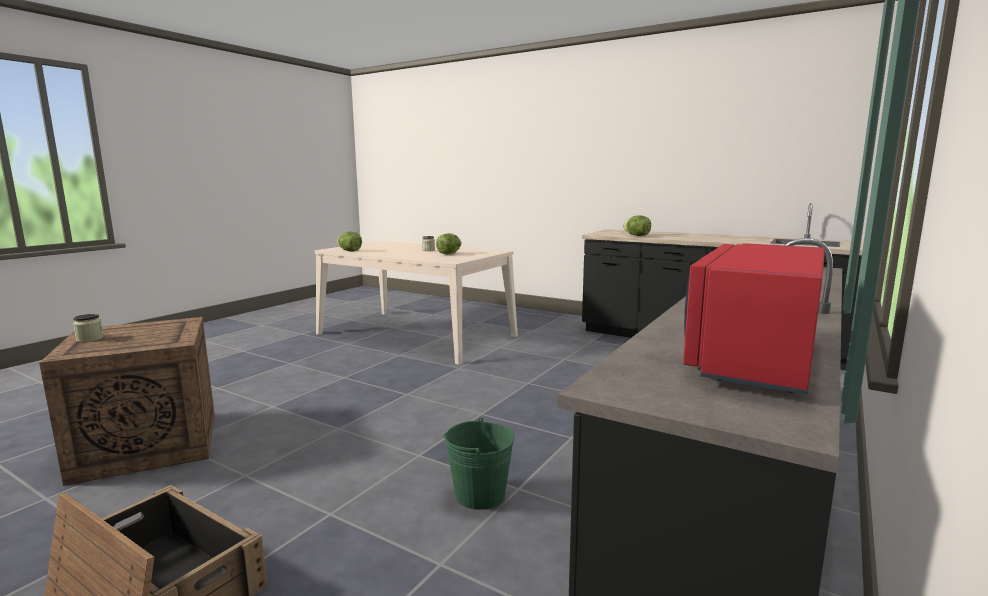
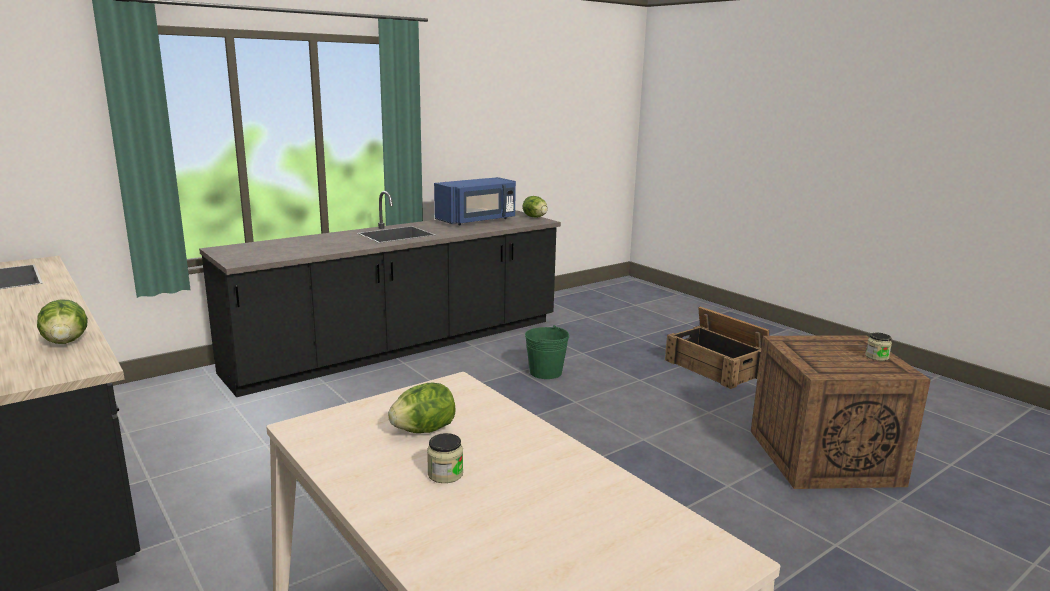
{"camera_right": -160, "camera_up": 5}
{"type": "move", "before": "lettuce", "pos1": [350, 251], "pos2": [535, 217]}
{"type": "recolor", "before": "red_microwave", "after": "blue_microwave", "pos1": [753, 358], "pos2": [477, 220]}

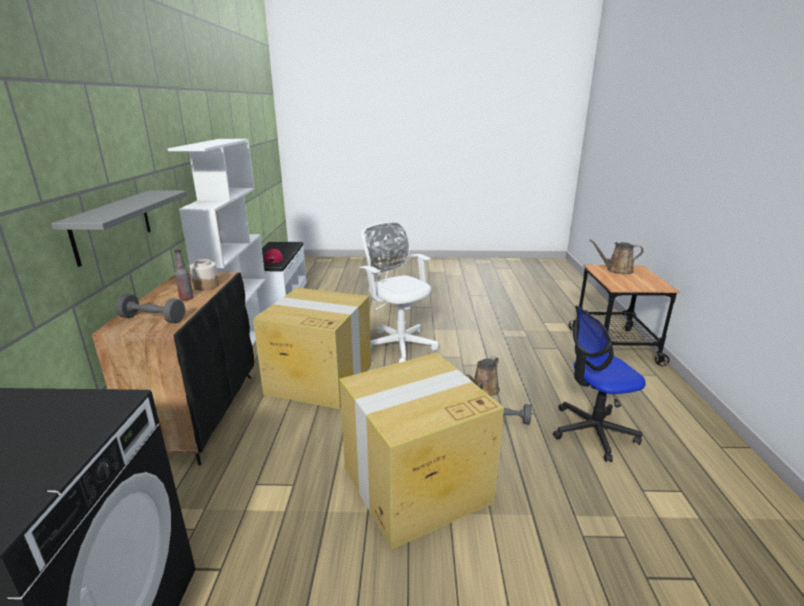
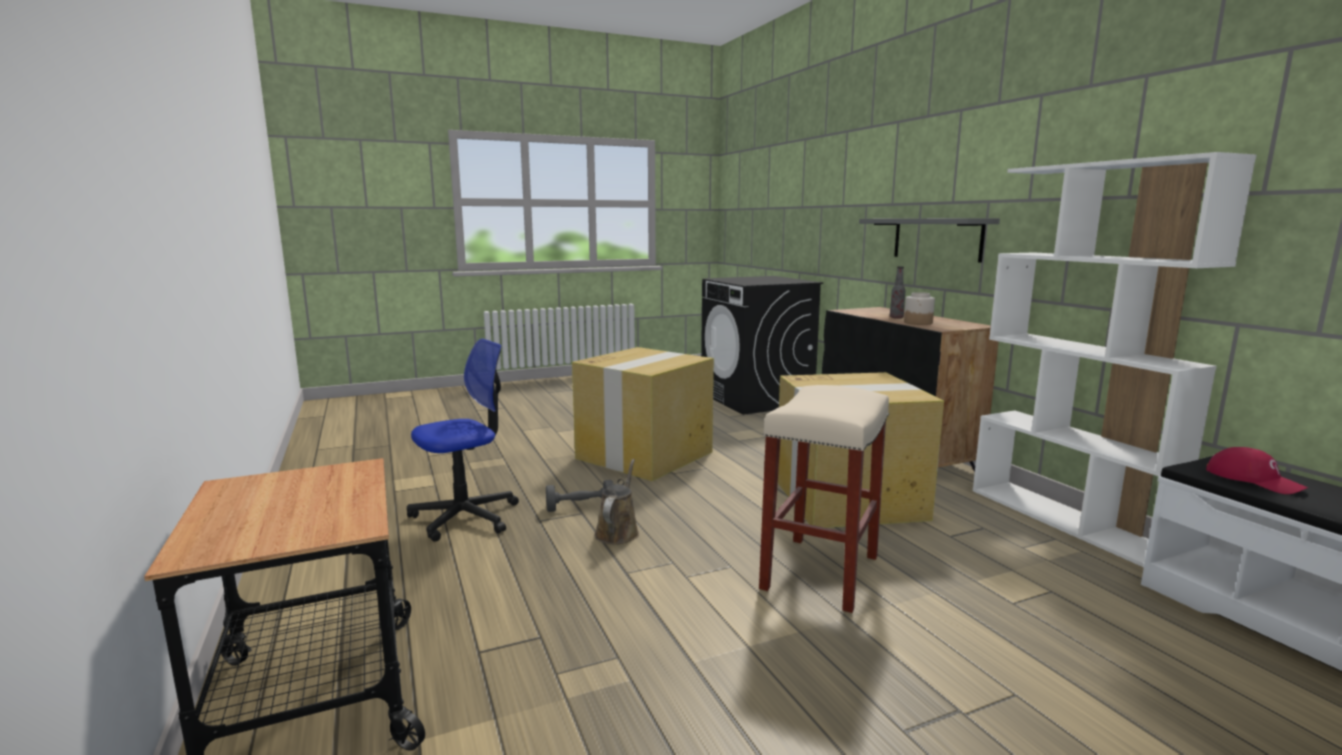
{"camera_right": 155, "camera_up": -10}
{"type": "delete", "before": "grey_dumbbell", "pos1": [153, 319]}
{"type": "delete", "before": "brown_watering_can", "pos1": [617, 270]}
{"type": "replace", "before": "white_office_chair", "after": "beige_stool", "pos1": [399, 344], "pos2": [821, 573]}

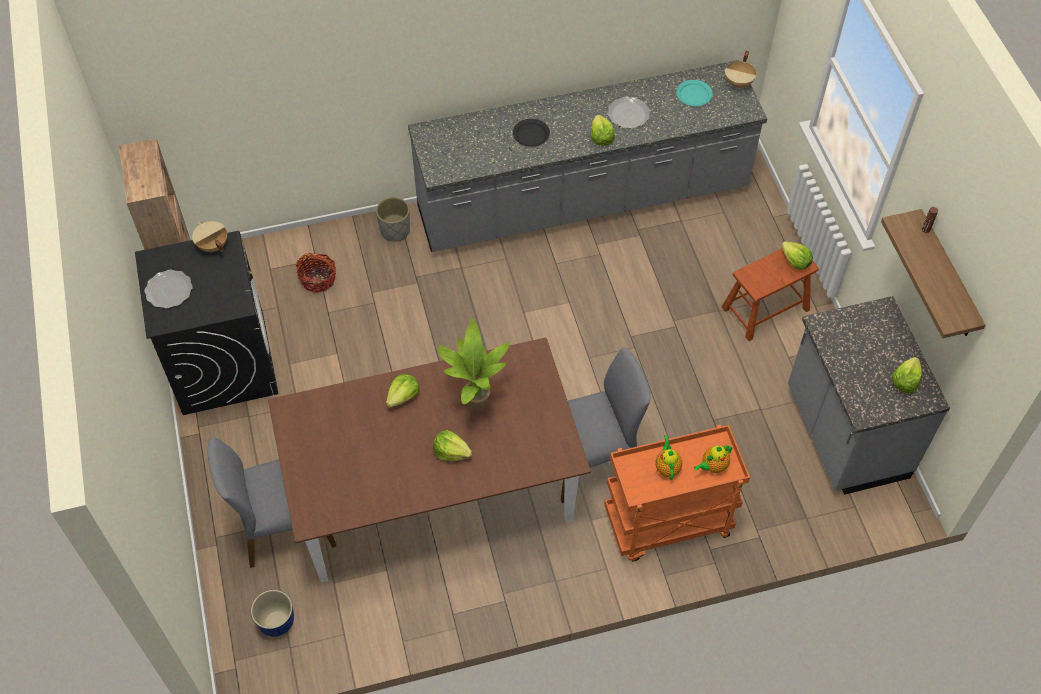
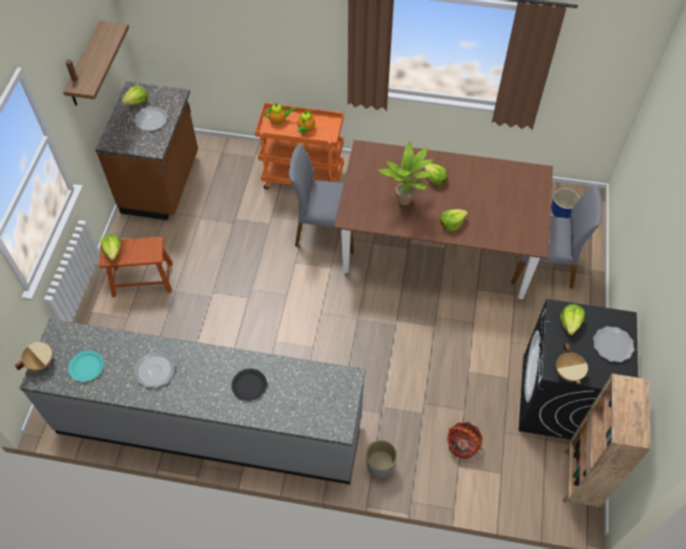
{"camera_right": -155, "camera_up": 0}
{"type": "insert", "after": "plate", "pos2": [151, 120]}
{"type": "move", "before": "lettuce", "pos1": [601, 137], "pos2": [570, 323]}
{"type": "recolor", "before": "grey_counter", "after": "brown_counter", "pos1": [844, 434], "pos2": [162, 184]}

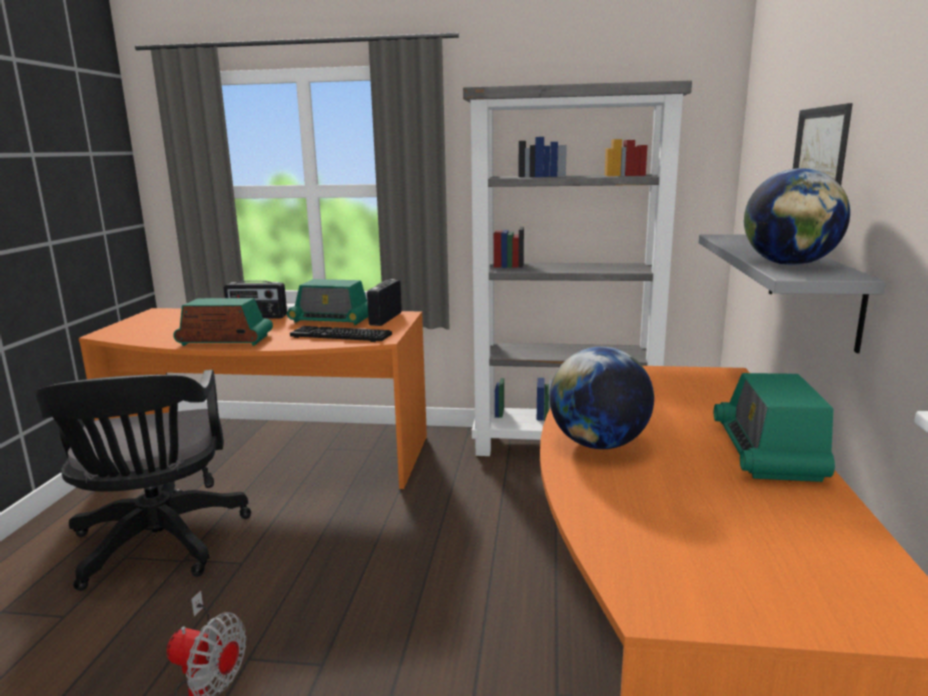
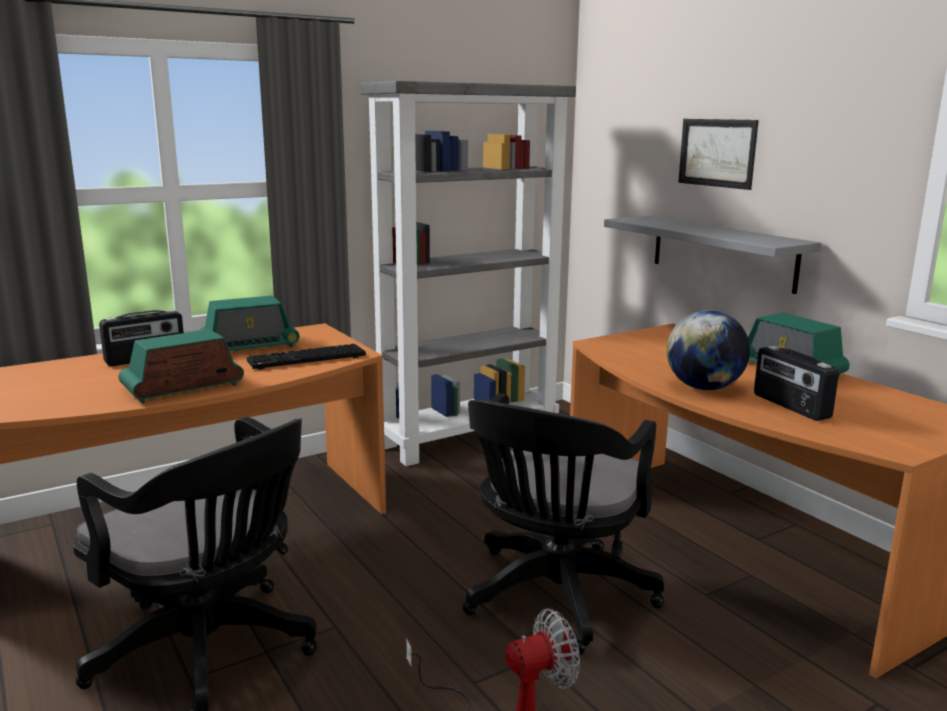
{"camera_right": -40, "camera_up": 0}
{"type": "delete", "before": "globe", "pos1": [789, 264]}
{"type": "insert", "after": "black_office_chair", "pos2": [554, 599]}
{"type": "move", "before": "radio", "pos1": [385, 319], "pos2": [790, 406]}

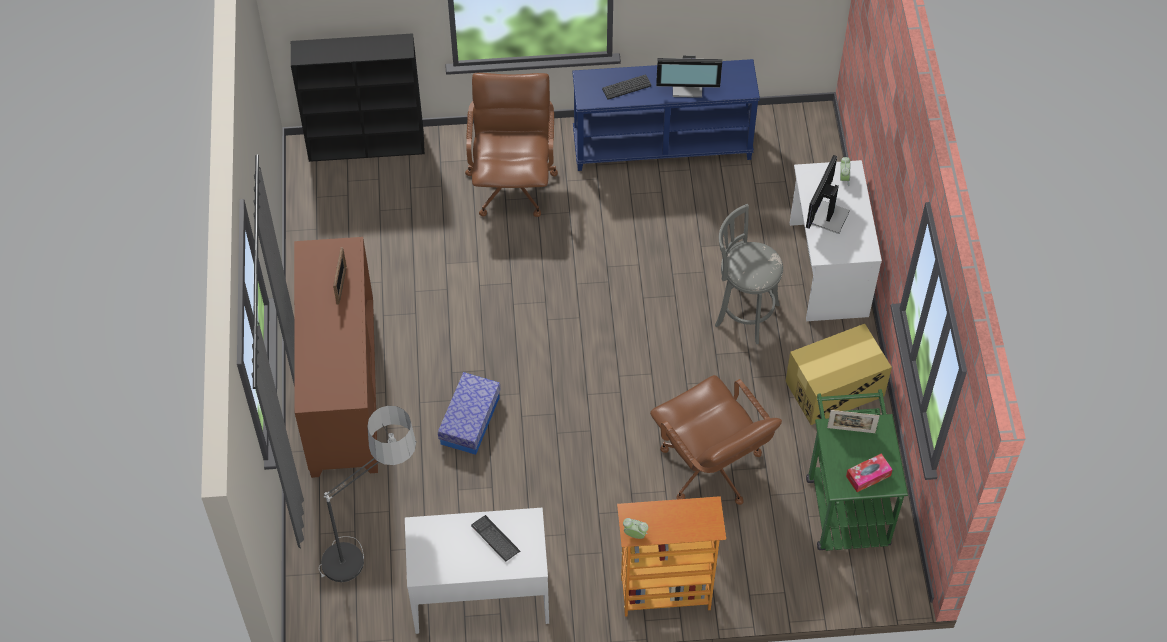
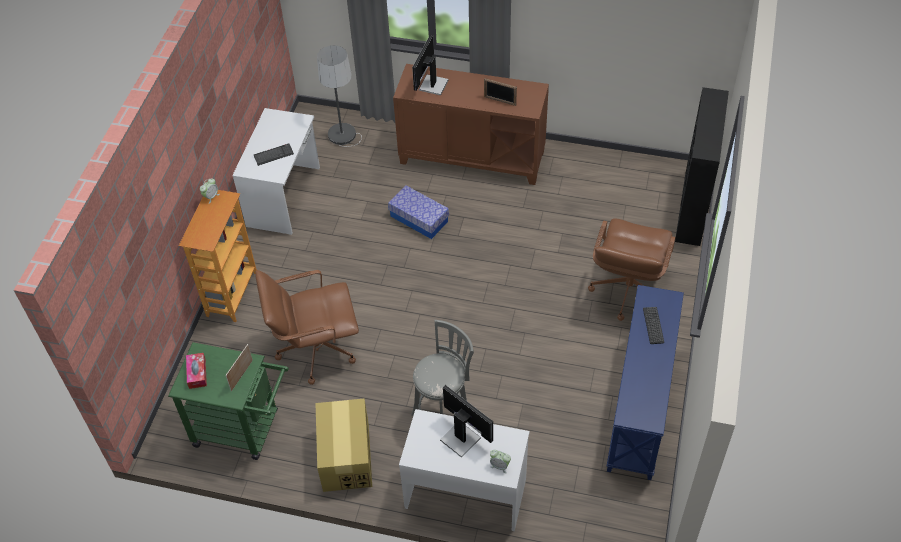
{"camera_right": 110, "camera_up": -5}
{"type": "move", "before": "monitor", "pos1": [688, 87], "pos2": [432, 85]}
{"type": "rotate", "before": "brown_office_chair", "pos1": [512, 184], "pos2": [627, 290], "turn": 90}

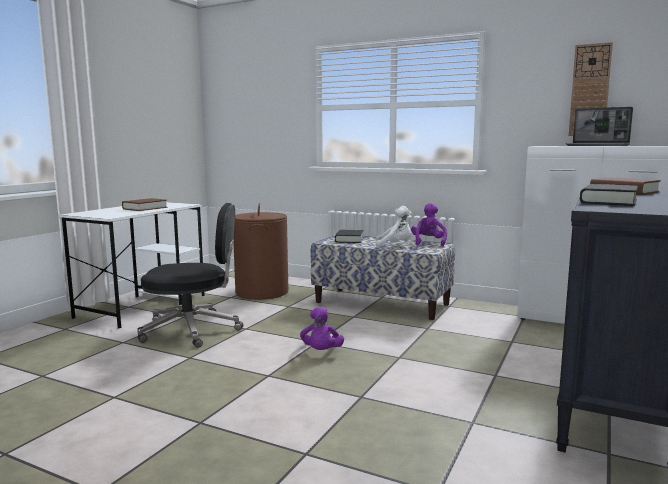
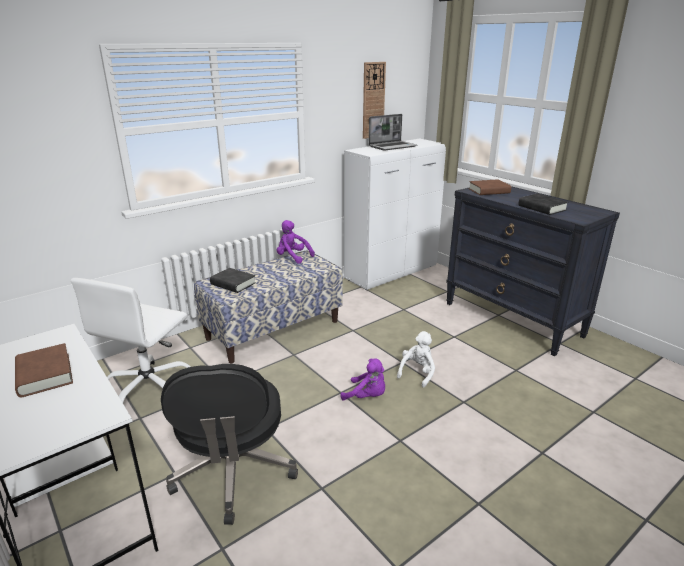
{"camera_right": -65, "camera_up": 15}
{"type": "move", "before": "white_plush_toy", "pos1": [395, 245], "pos2": [417, 373]}
{"type": "replace", "before": "brown_laundry_basket", "after": "white_office_chair", "pos1": [261, 292], "pos2": [150, 389]}
{"type": "rotate", "before": "black_office_chair", "pos1": [193, 330], "pos2": [234, 472], "turn": 150}

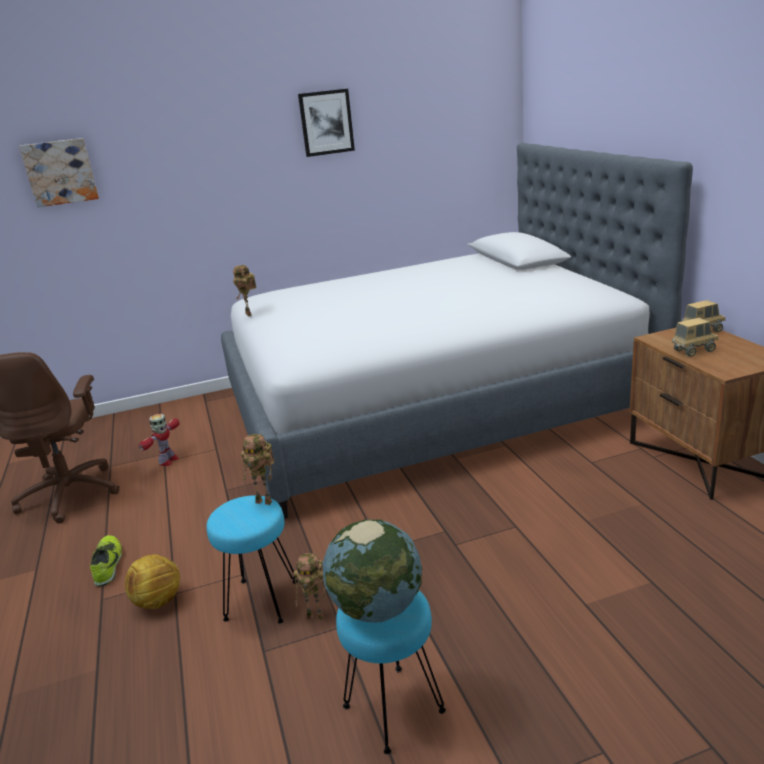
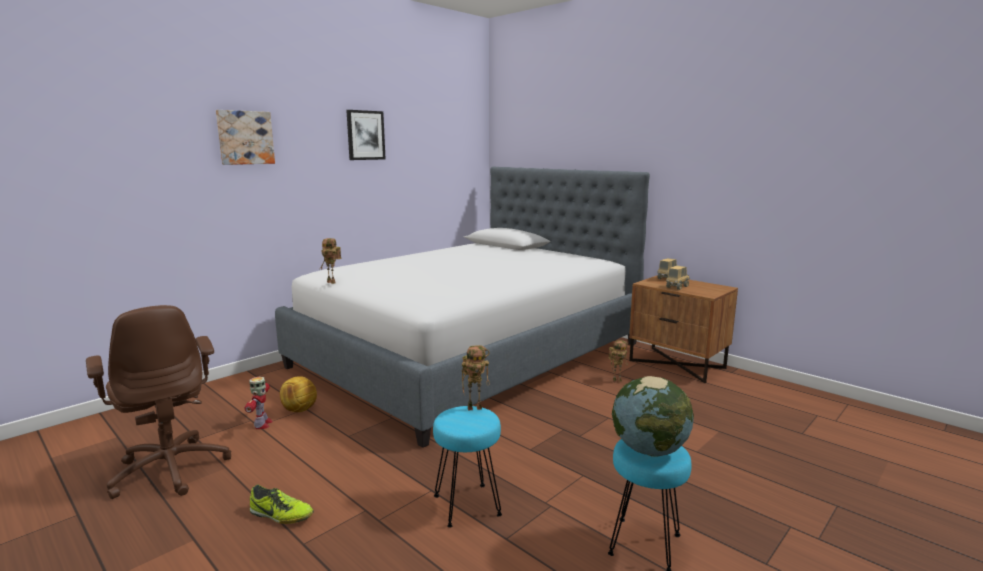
{"camera_right": -30, "camera_up": -10}
{"type": "move", "before": "picture", "pos1": [60, 172], "pos2": [245, 137]}
{"type": "move", "before": "football", "pos1": [158, 601], "pos2": [299, 410]}
{"type": "move", "before": "toy_robot", "pos1": [316, 616], "pos2": [617, 381]}
{"type": "rotate", "before": "shoe", "pos1": [108, 564], "pos2": [281, 515], "turn": 150}

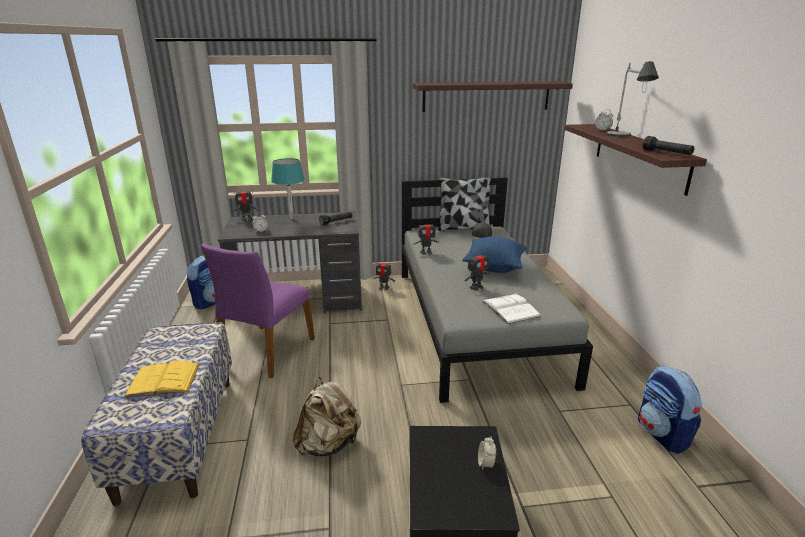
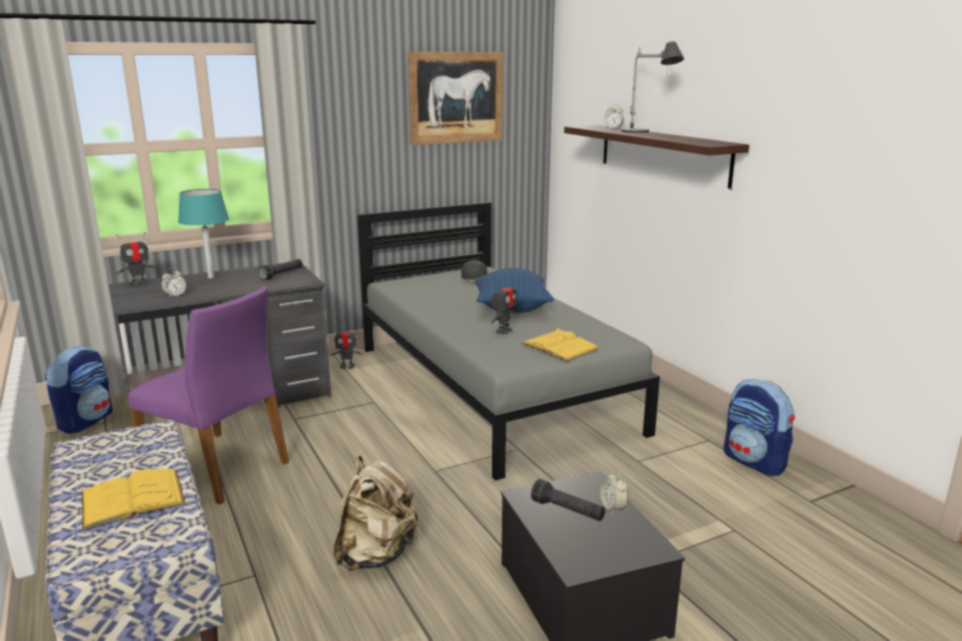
{"camera_right": -20, "camera_up": -5}
{"type": "delete", "before": "toy_robot", "pos1": [426, 252]}
{"type": "delete", "before": "pillow", "pos1": [463, 227]}
{"type": "move", "before": "black_flashlight", "pos1": [666, 153], "pos2": [568, 511]}
{"type": "replace", "before": "shelf", "after": "picture", "pos1": [486, 96], "pos2": [456, 98]}
{"type": "recolor", "before": "white_book", "after": "yellow_book", "pos1": [510, 308], "pos2": [559, 346]}
{"type": "rotate", "before": "purple_chair", "pos1": [266, 351], "pos2": [218, 467], "turn": -60}

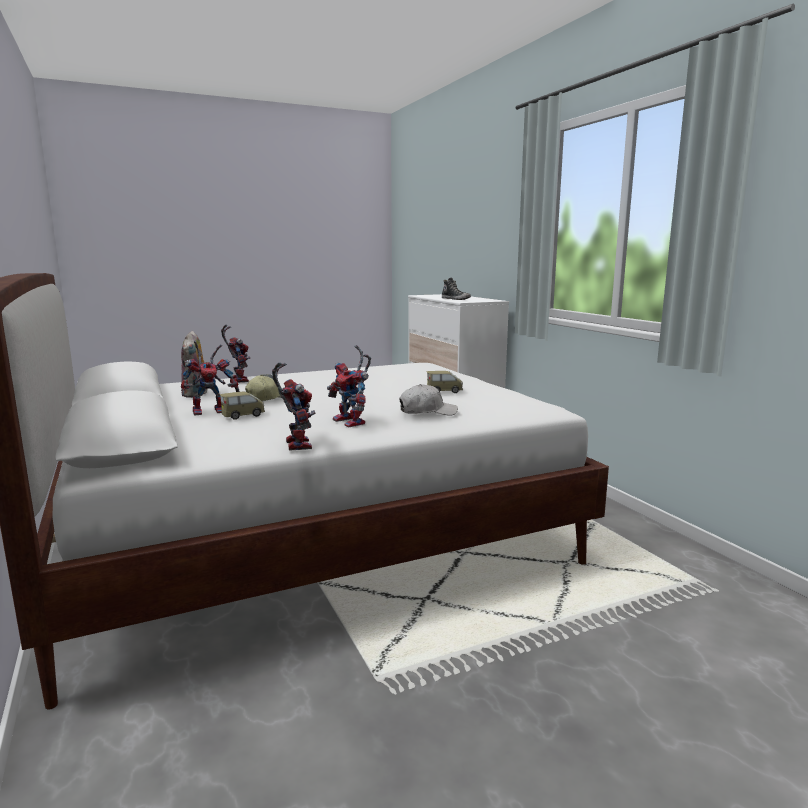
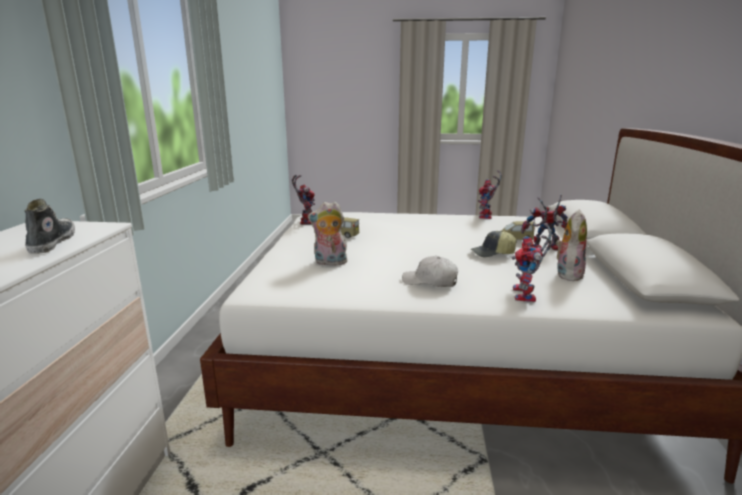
{"camera_right": -150, "camera_up": 5}
{"type": "insert", "after": "plush_toy", "pos2": [329, 263]}
{"type": "move", "before": "toy_robot", "pos1": [353, 422], "pos2": [305, 221]}
{"type": "move", "before": "white_cap", "pos1": [427, 412], "pos2": [430, 281]}

